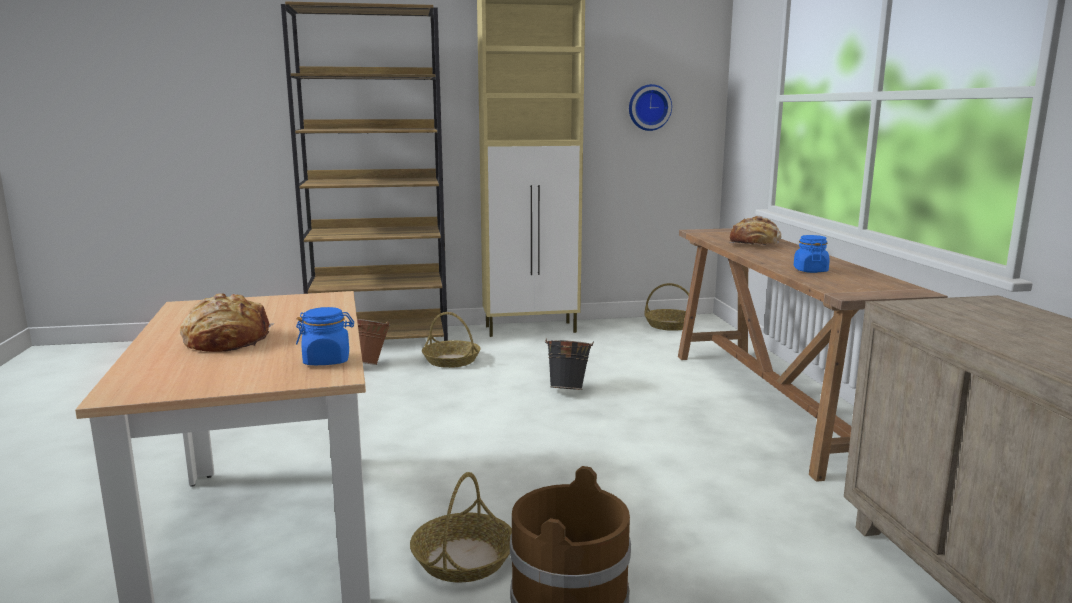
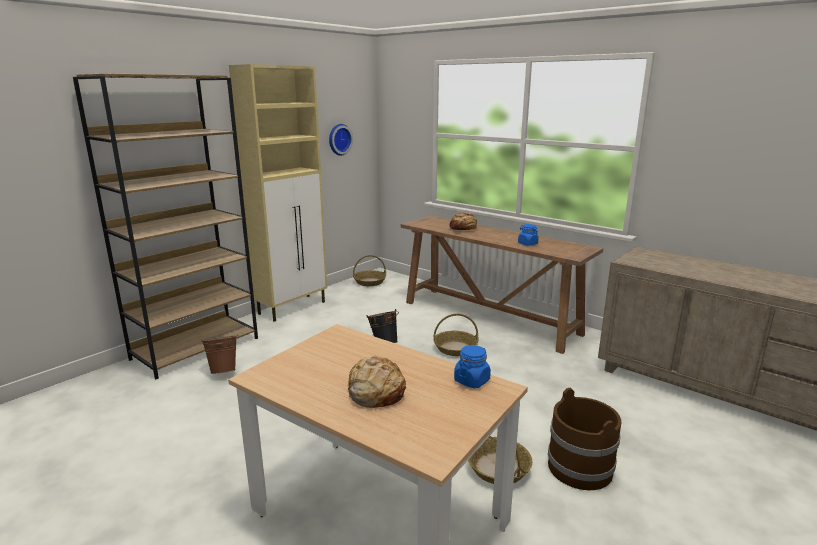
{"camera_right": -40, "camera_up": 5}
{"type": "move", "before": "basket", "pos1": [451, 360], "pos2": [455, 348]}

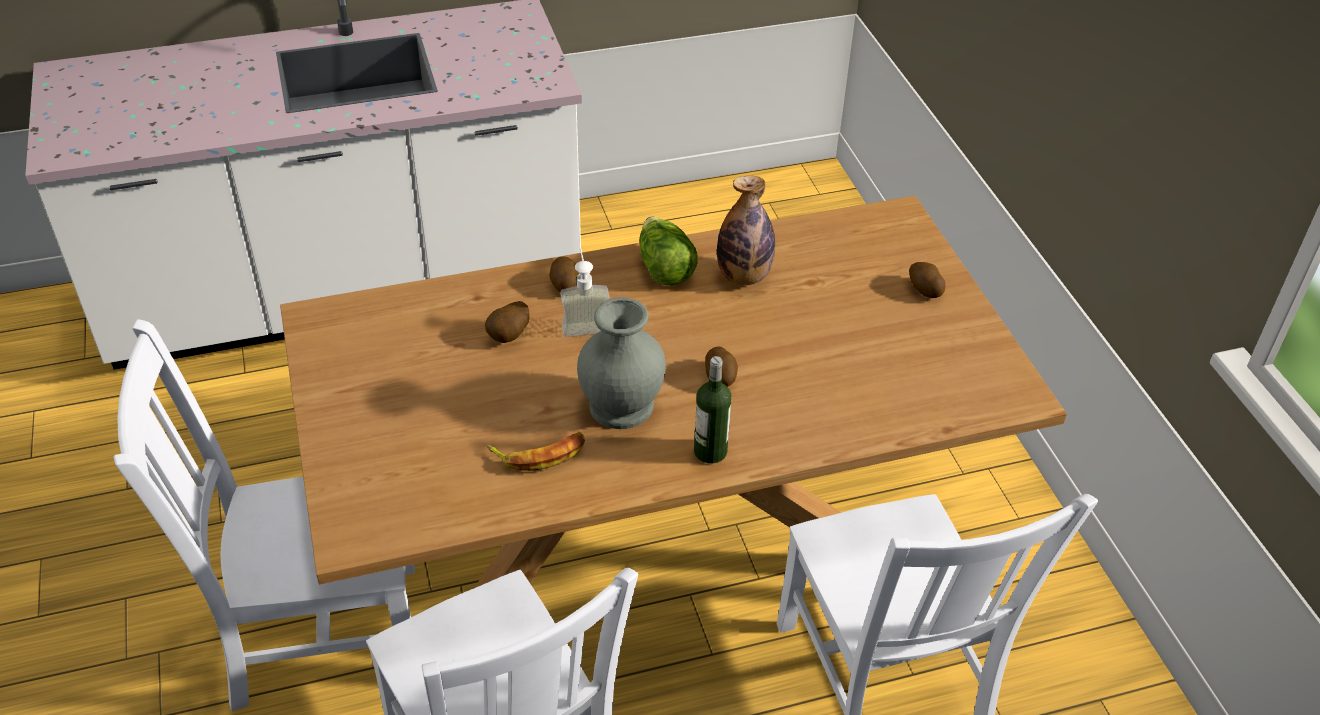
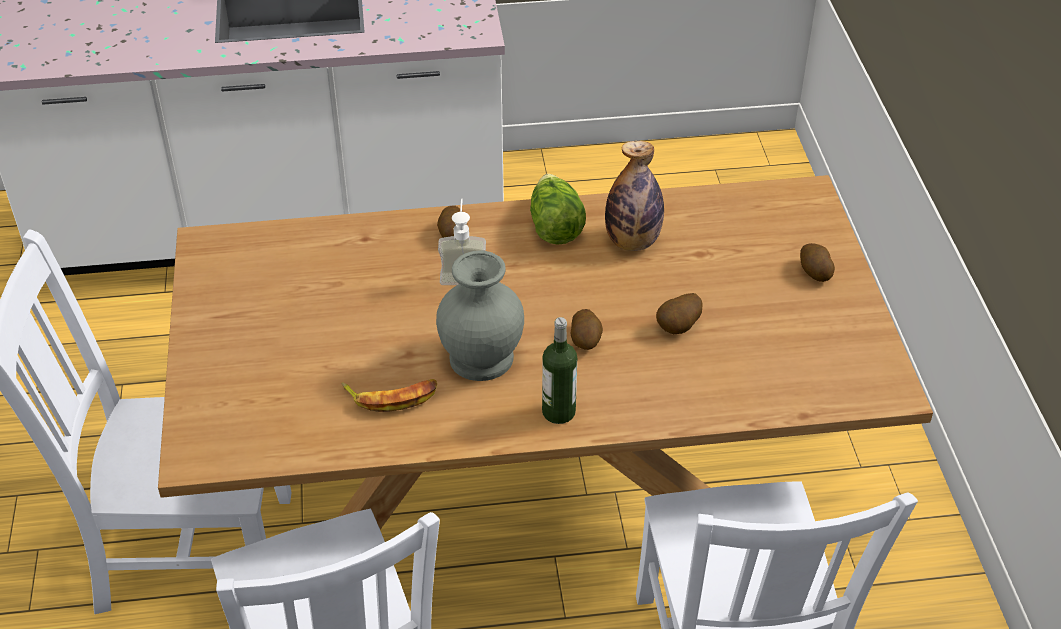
{"camera_right": 10, "camera_up": 0}
{"type": "move", "before": "potato", "pos1": [509, 336], "pos2": [679, 328]}

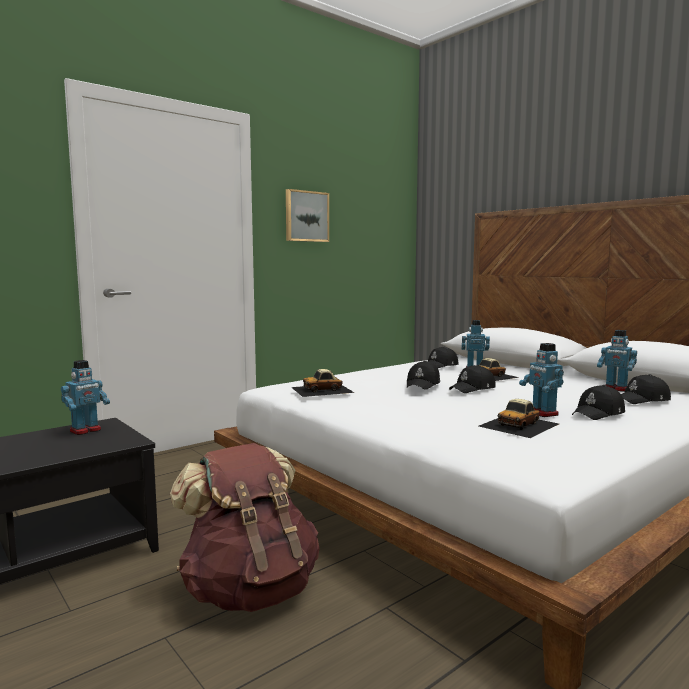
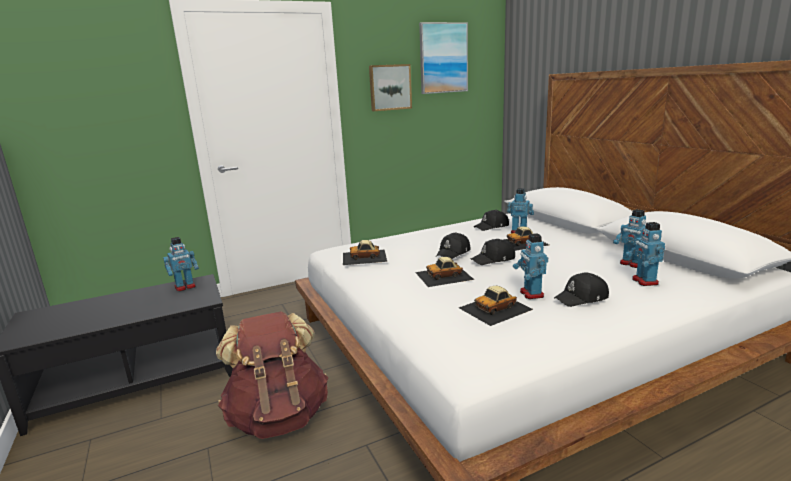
{"camera_right": 15, "camera_up": 10}
{"type": "insert", "after": "toy_car", "pos2": [444, 275]}
{"type": "insert", "after": "picture", "pos2": [443, 58]}
{"type": "replace", "before": "black_cap", "after": "toy_robot", "pos1": [643, 400], "pos2": [644, 281]}

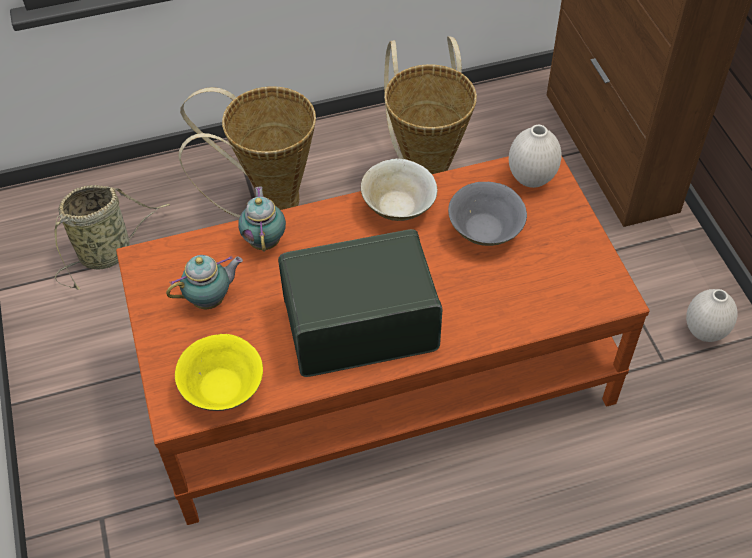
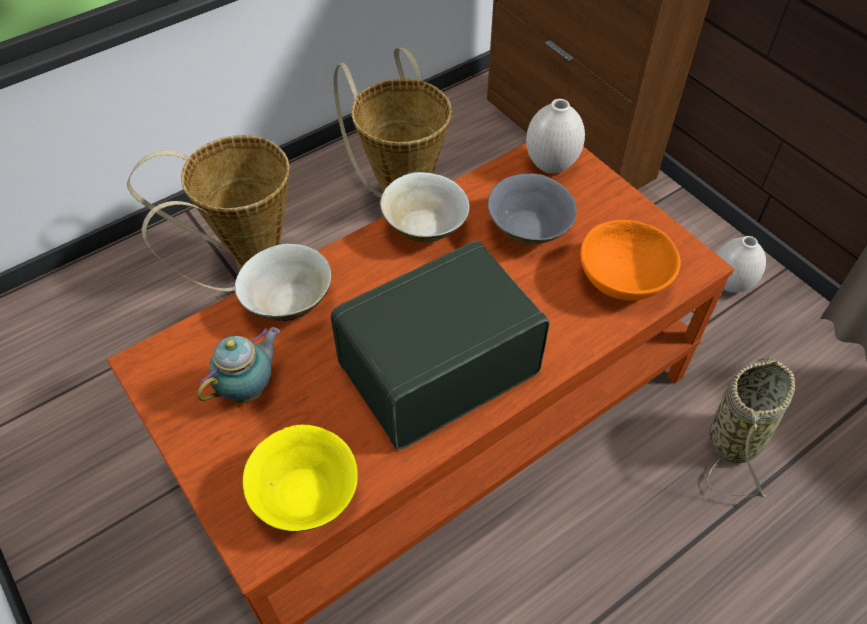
{"camera_right": -20, "camera_up": 0}
{"type": "insert", "after": "orange_bowl", "pos2": [623, 278]}
{"type": "move", "before": "basket", "pos1": [109, 252], "pos2": [736, 435]}
{"type": "replace", "before": "teapot", "after": "beige_bowl", "pos1": [265, 240], "pos2": [288, 302]}

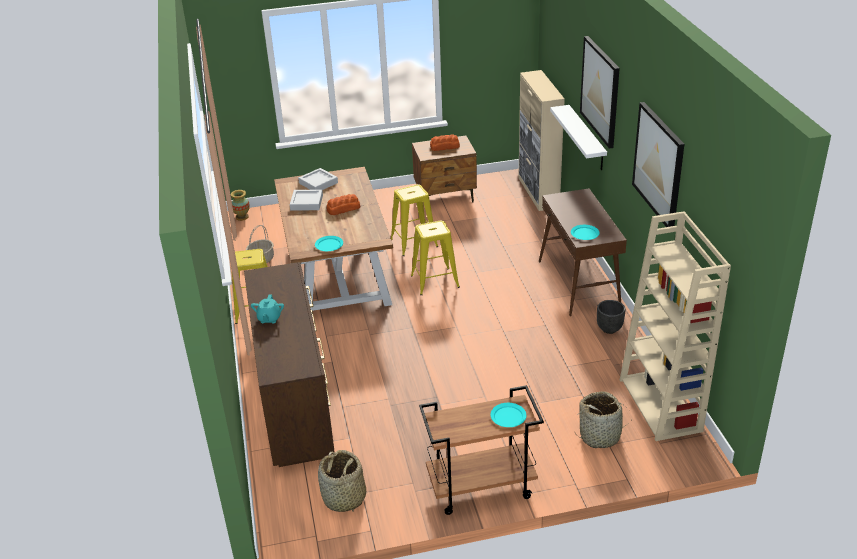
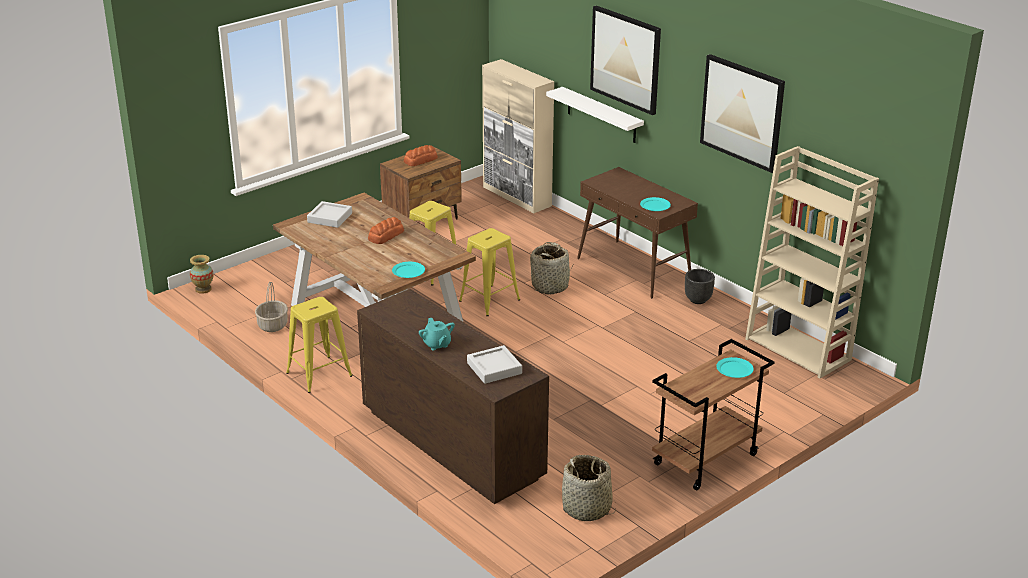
{"camera_right": -30, "camera_up": -5}
{"type": "move", "before": "grey_tray", "pos1": [306, 203], "pos2": [494, 368]}
{"type": "move", "before": "basket", "pos1": [600, 436], "pos2": [550, 286]}

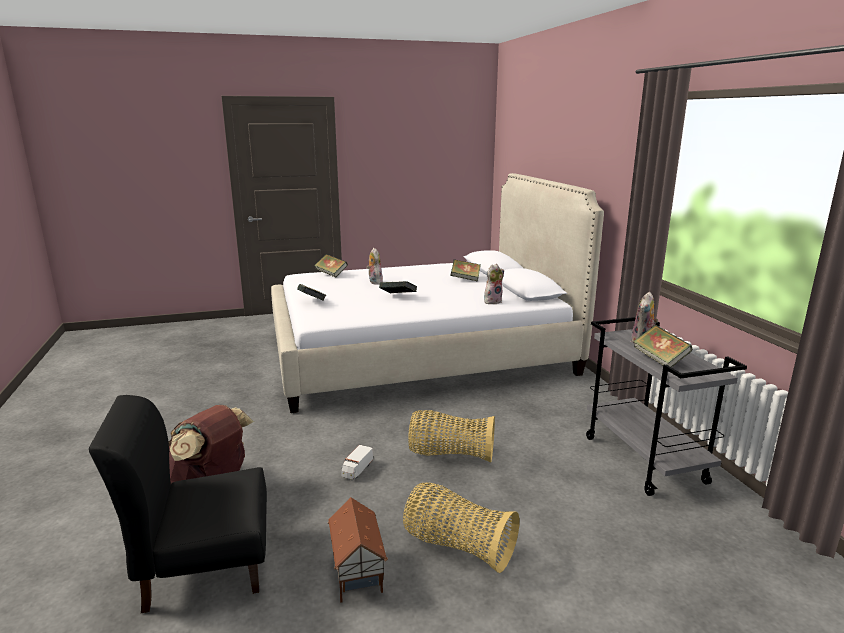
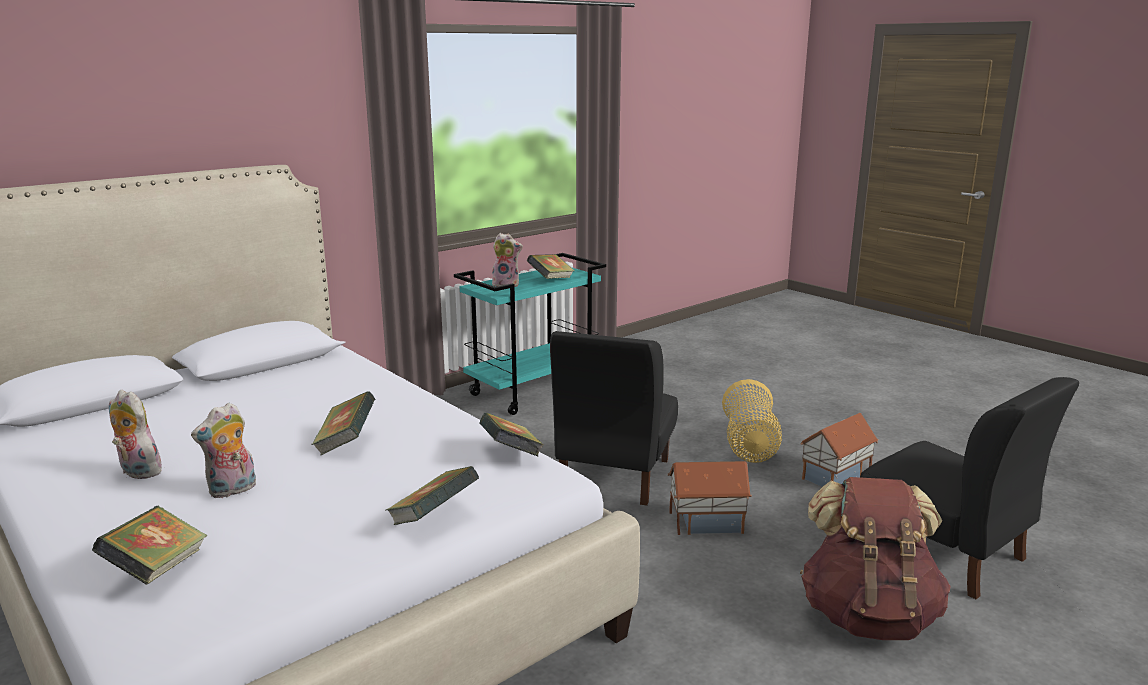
{"camera_right": -115, "camera_up": 0}
{"type": "move", "before": "book", "pos1": [465, 279], "pos2": [511, 455]}
{"type": "move", "before": "plush_toy", "pos1": [492, 301], "pos2": [137, 472]}
{"type": "replace", "before": "toy_truck", "after": "toy_house", "pos1": [357, 470], "pos2": [705, 522]}
{"type": "replace", "before": "basket", "after": "black_chair", "pos1": [450, 454], "pos2": [613, 476]}
{"type": "recolor", "before": "grey_cart", "after": "turquoise_cart", "pos1": [645, 460], "pos2": [534, 391]}

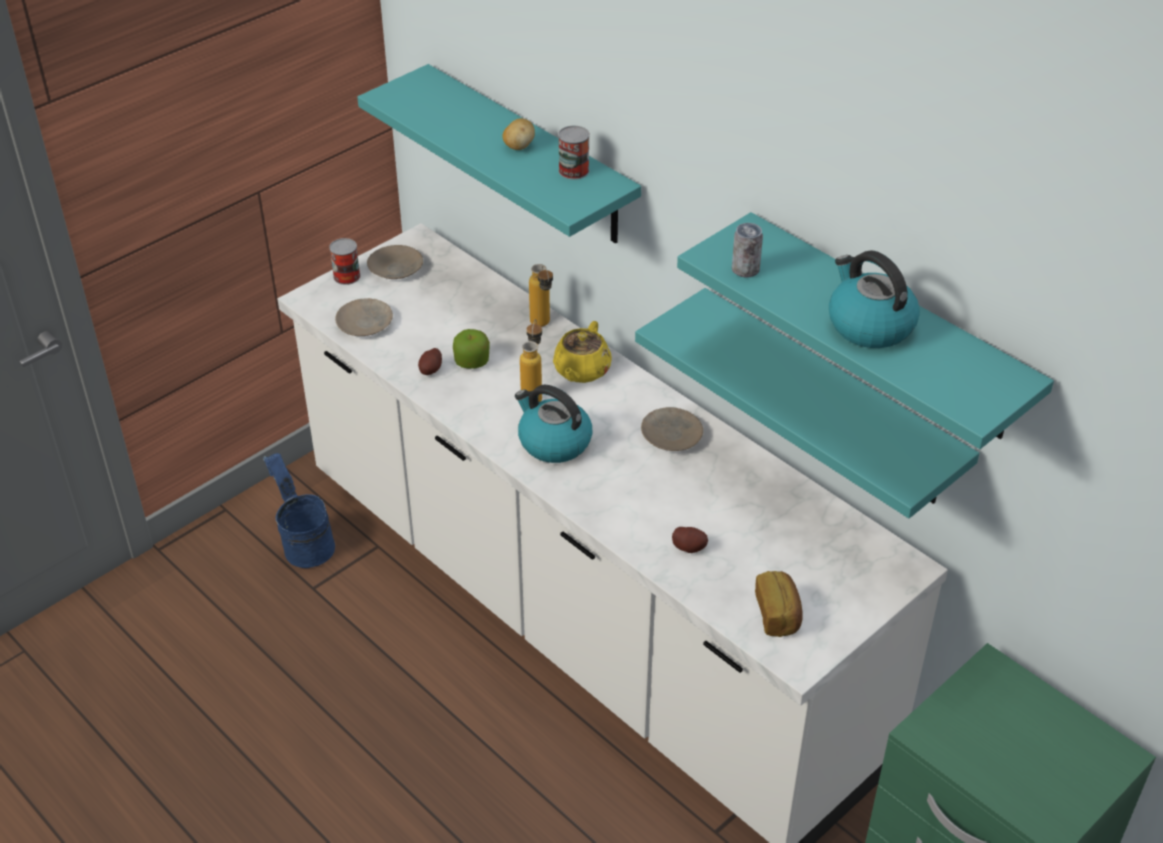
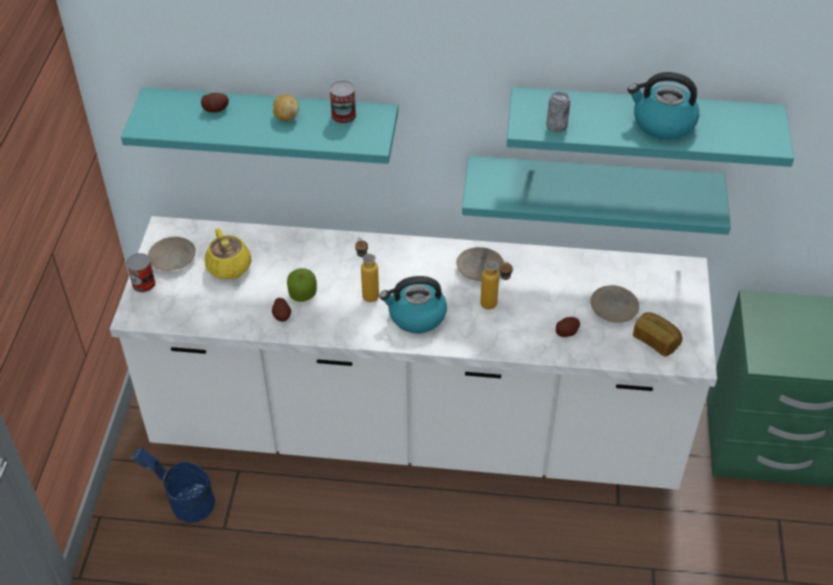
{"camera_right": -40, "camera_up": 5}
{"type": "insert", "after": "potato", "pos2": [216, 109]}
{"type": "move", "before": "beige_plate", "pos1": [365, 323], "pos2": [613, 308]}
{"type": "move", "before": "bottle", "pos1": [543, 326], "pos2": [495, 306]}
{"type": "move", "before": "yellow_teapot", "pos1": [581, 370], "pos2": [229, 268]}

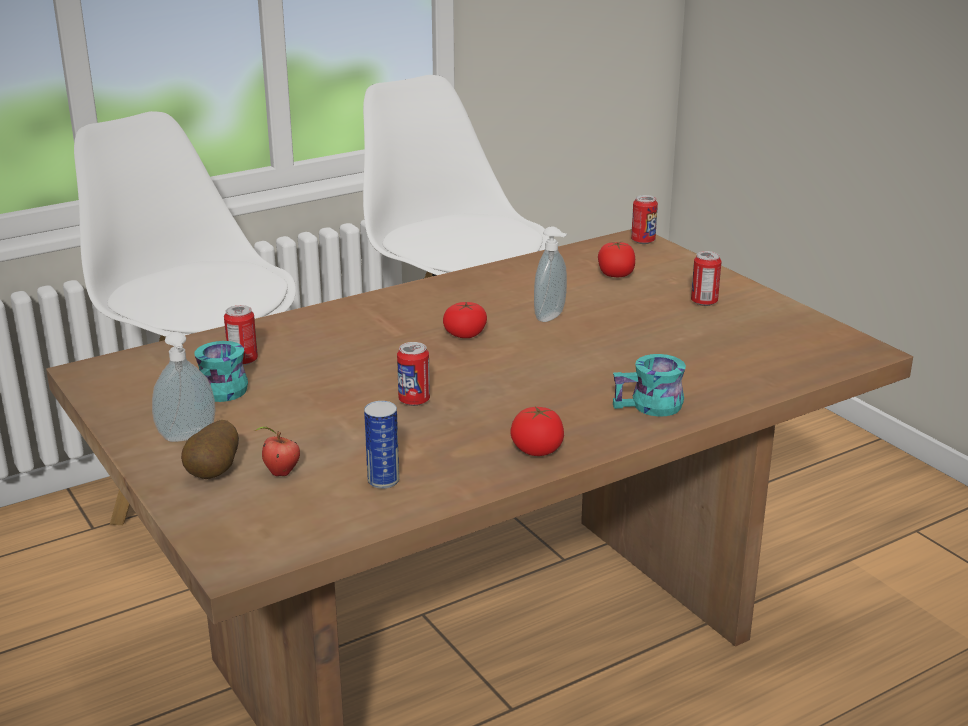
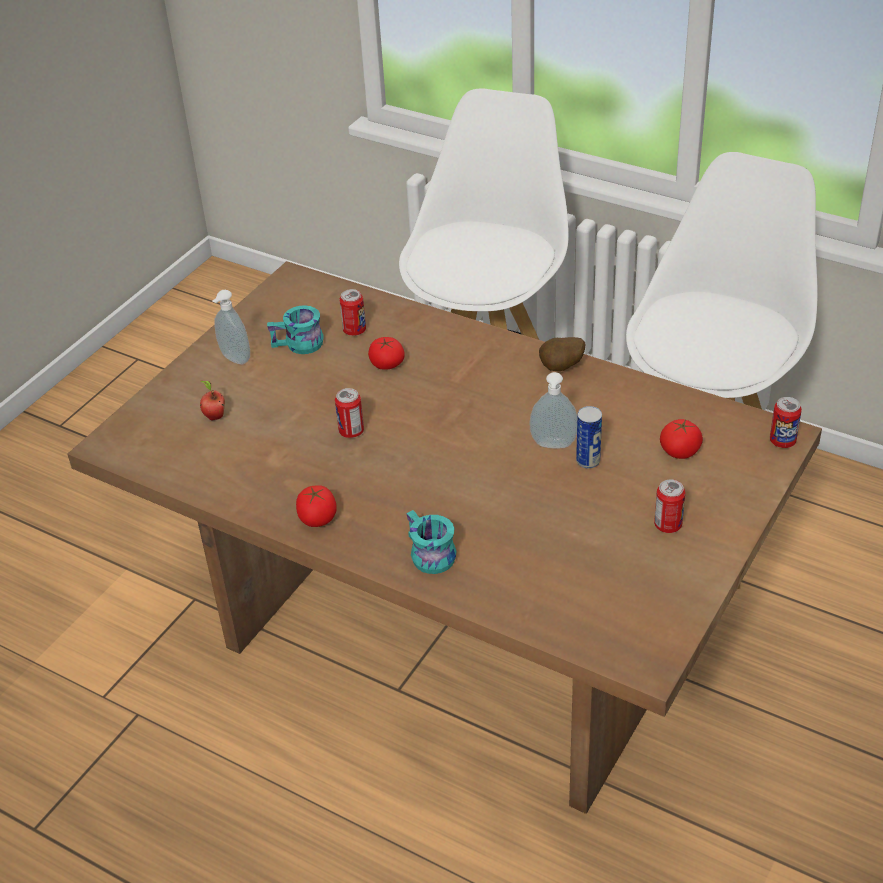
{"camera_right": 65, "camera_up": 15}
{"type": "move", "before": "potato", "pos1": [215, 473], "pos2": [562, 368]}
{"type": "move", "before": "can", "pos1": [383, 481], "pos2": [588, 461]}
{"type": "move", "before": "tomato", "pos1": [465, 334], "pos2": [387, 363]}

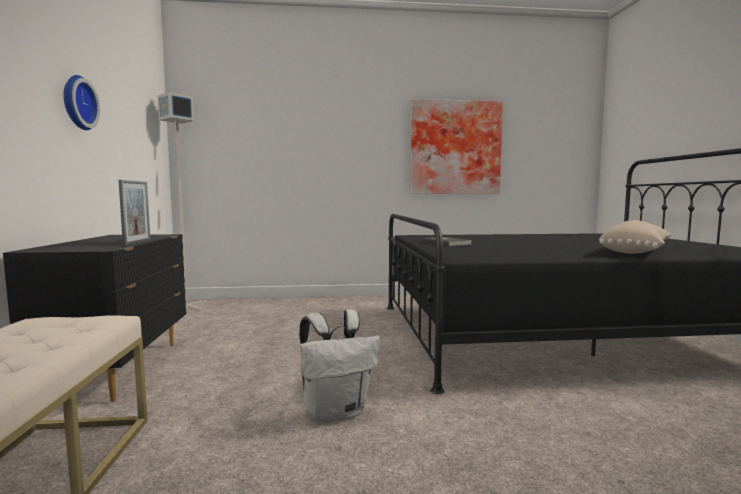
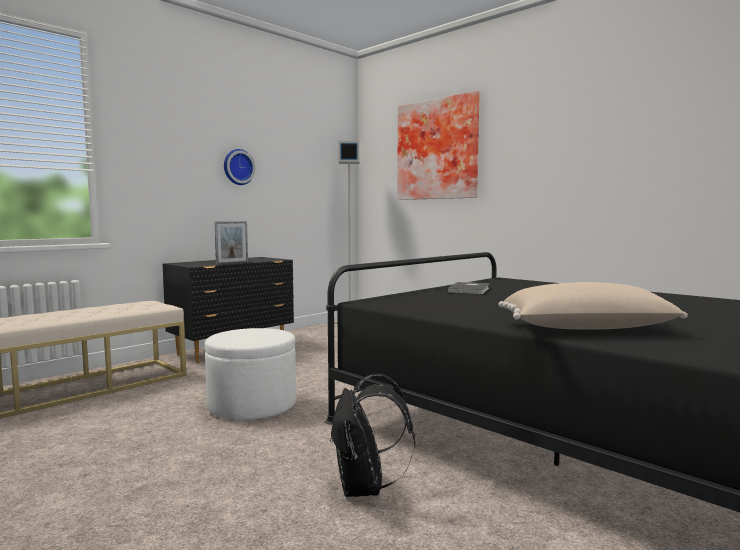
{"camera_right": 50, "camera_up": 0}
{"type": "insert", "after": "black_backpack", "pos2": [365, 488]}
{"type": "move", "before": "picture", "pos1": [455, 148], "pos2": [438, 149]}
{"type": "replace", "before": "white_backpack", "after": "white_ottoman", "pos1": [336, 412], "pos2": [252, 405]}

